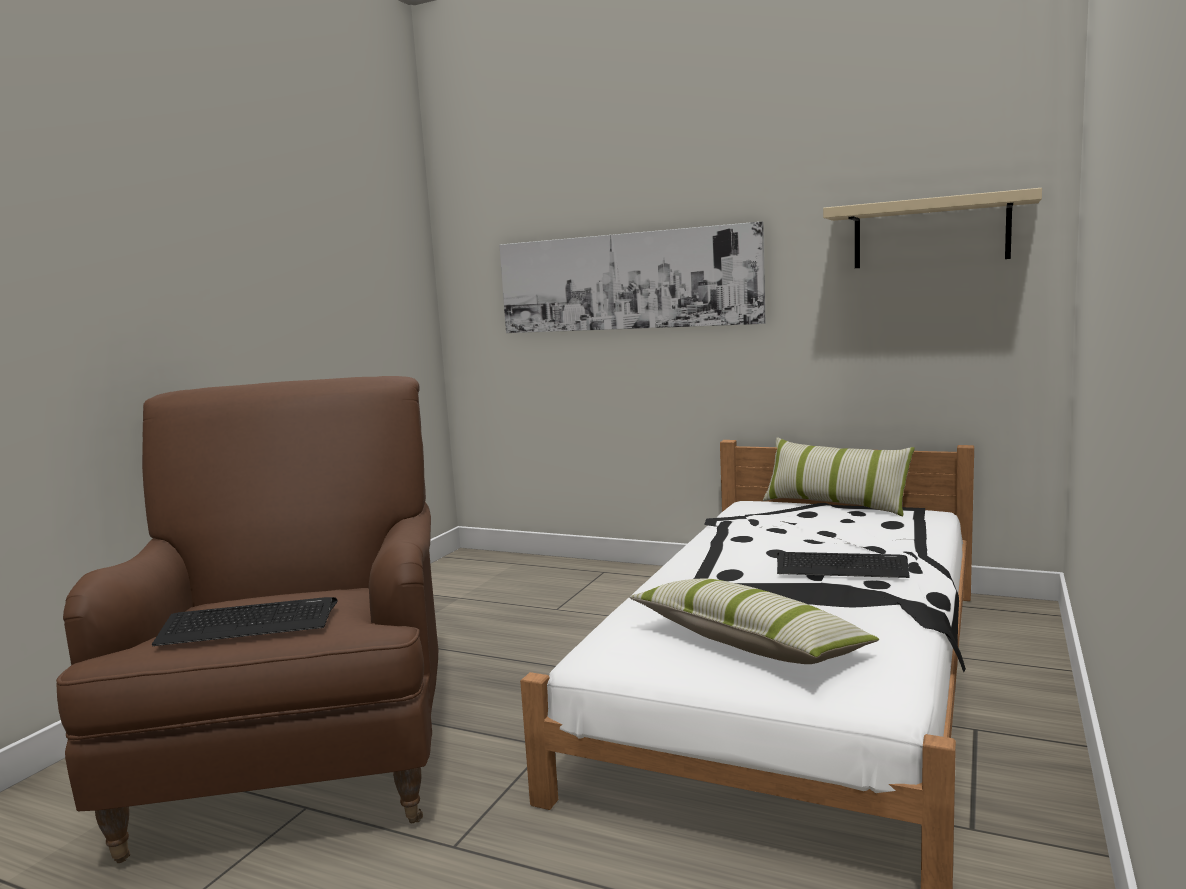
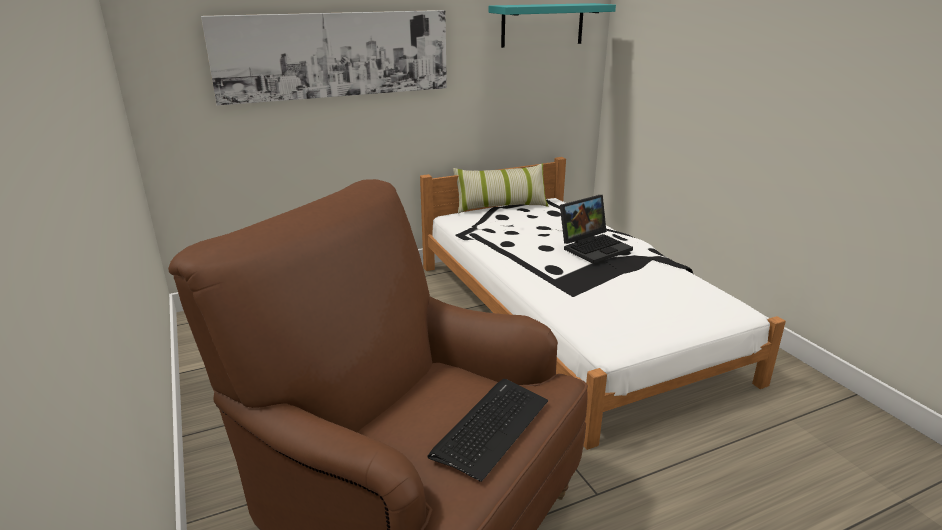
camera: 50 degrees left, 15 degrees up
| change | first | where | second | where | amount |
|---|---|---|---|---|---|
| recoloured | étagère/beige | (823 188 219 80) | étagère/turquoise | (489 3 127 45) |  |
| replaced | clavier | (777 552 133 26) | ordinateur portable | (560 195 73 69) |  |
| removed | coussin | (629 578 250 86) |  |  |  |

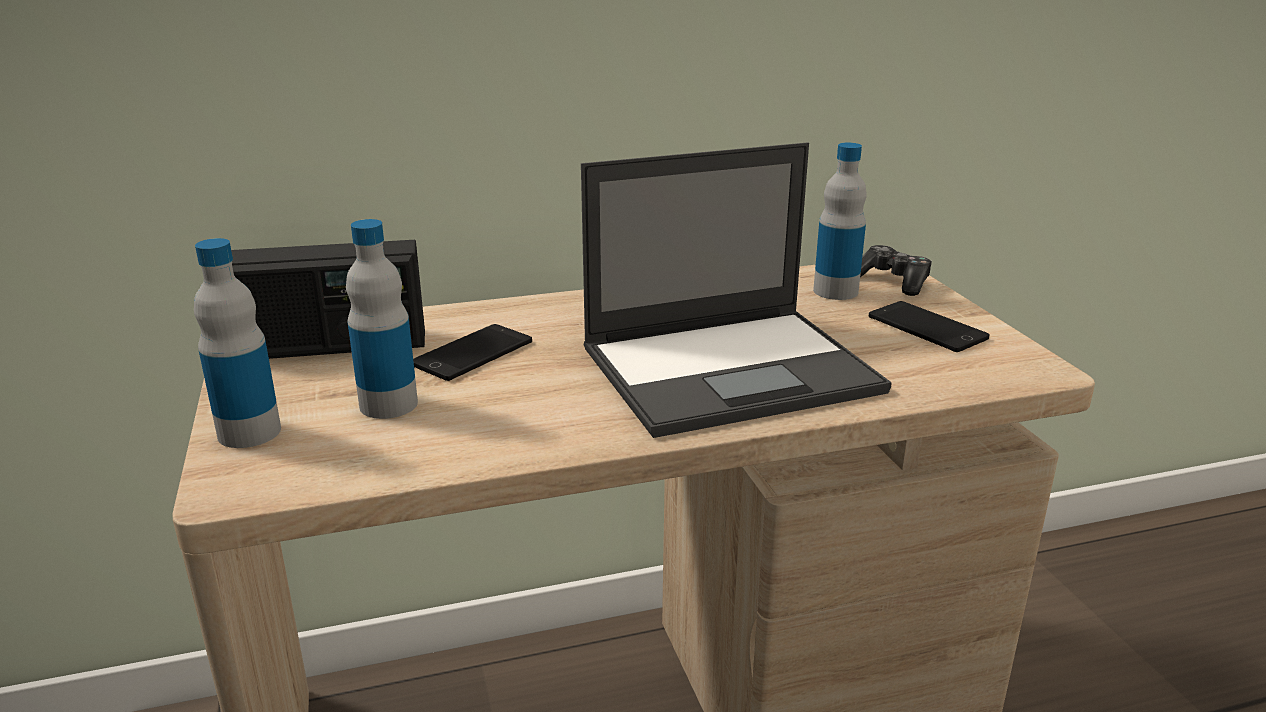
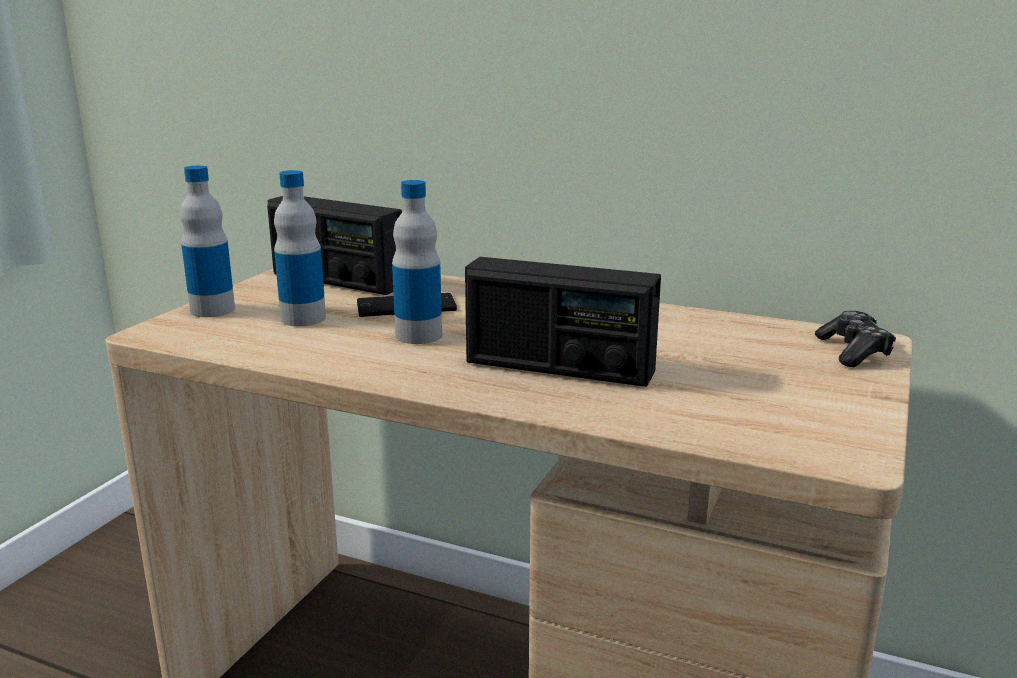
camera: 40 degrees right, 5 degrees down
| change | first | where | second | where | amount |
|---|---|---|---|---|---|
| replaced | ordinateur portable | (581 142 311 296) | radio | (465 257 196 130) |  |
| moved | bouteille | (813 143 54 157) |  | (392 180 50 164) |  |
| removed | téléphone | (868 301 122 51) |  |  |  |

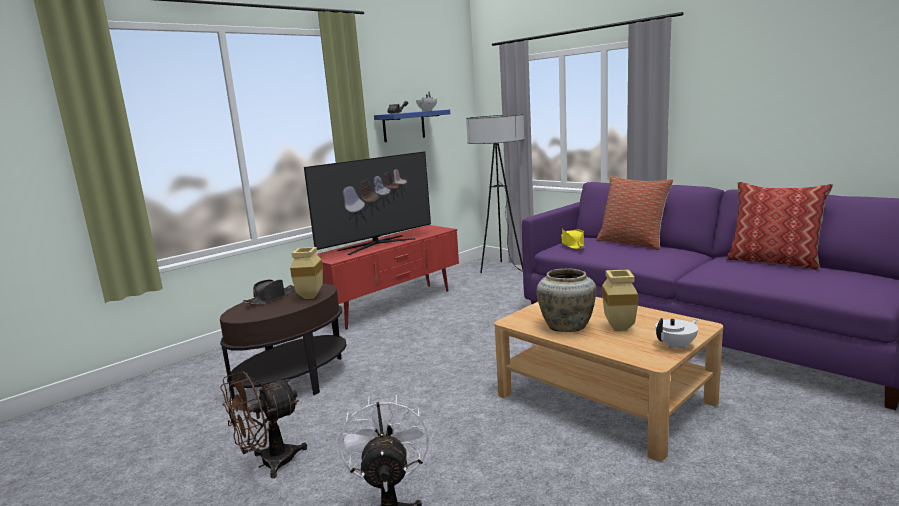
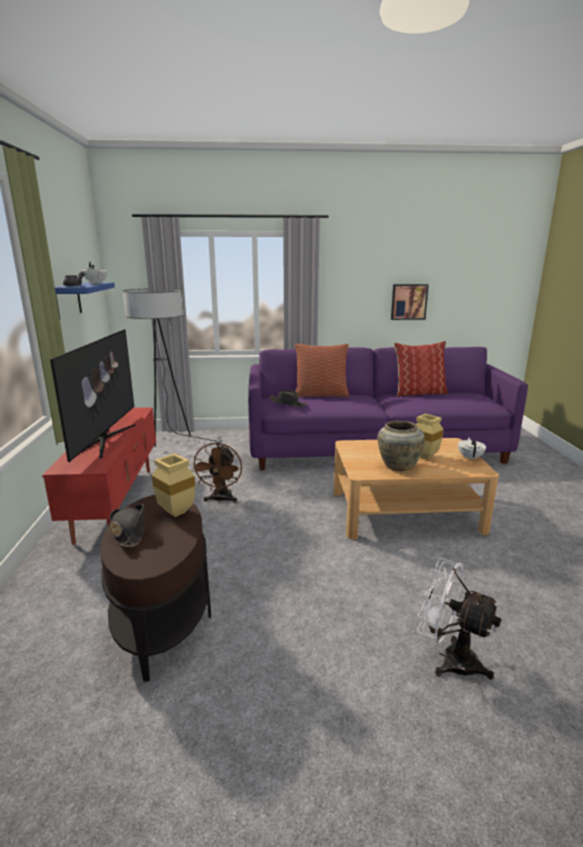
camera: 50 degrees left, 5 degrees up
| change | first | where | second | where | amount |
|---|---|---|---|---|---|
| recoloured | chapeau/jaune | (561 229 23 20) | chapeau/noir | (269 390 38 17) |  |
| moved | ventilateur/marron | (220 371 87 107) |  | (191 442 51 61) |  |
| added |  |  | tableau | (391 284 38 36) |  |

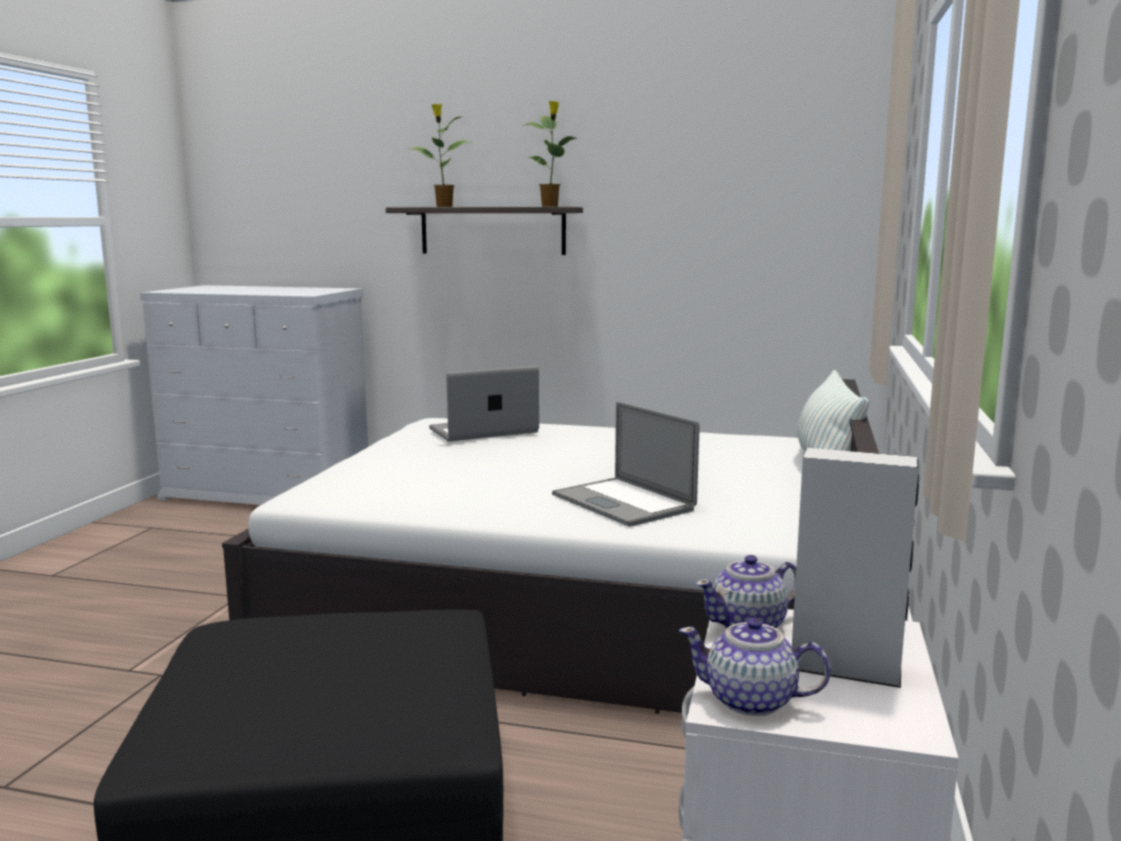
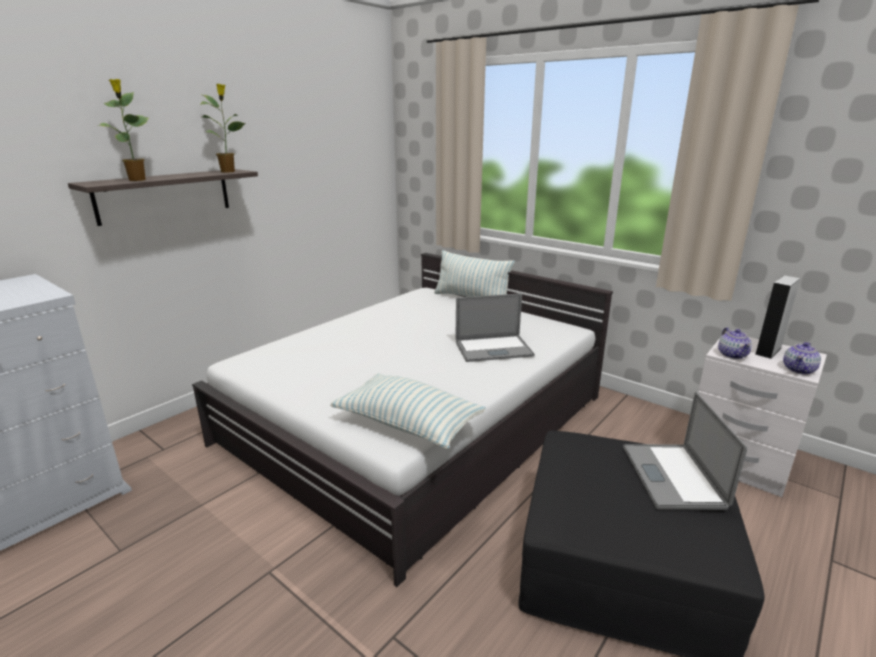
camera: 65 degrees left, 10 degrees up
| change | first | where | second | where | amount |
|---|---|---|---|---|---|
| moved | ordinateur portable | (429 366 110 76) |  | (623 392 124 118) |  |
| added |  |  | coussin | (330 373 156 76) |  |

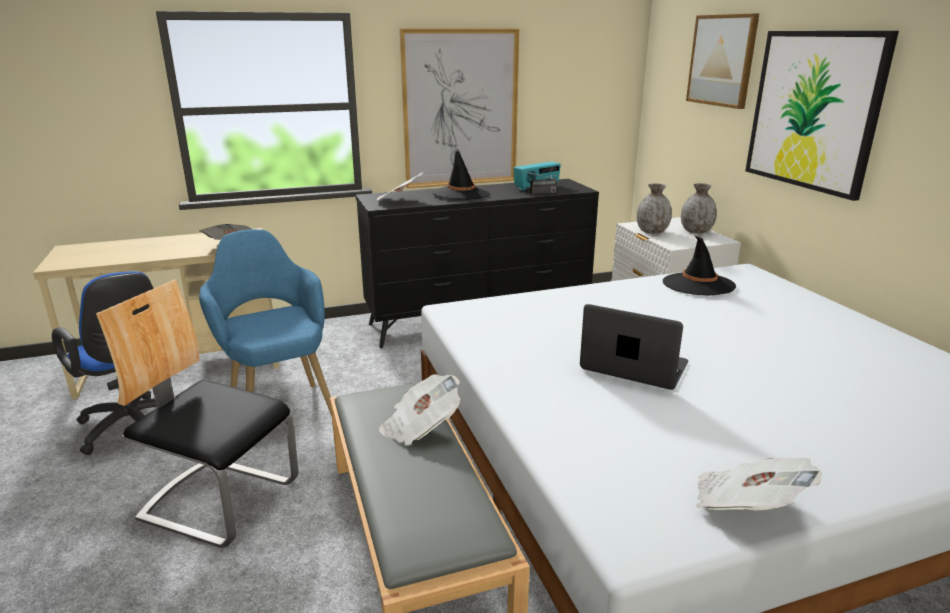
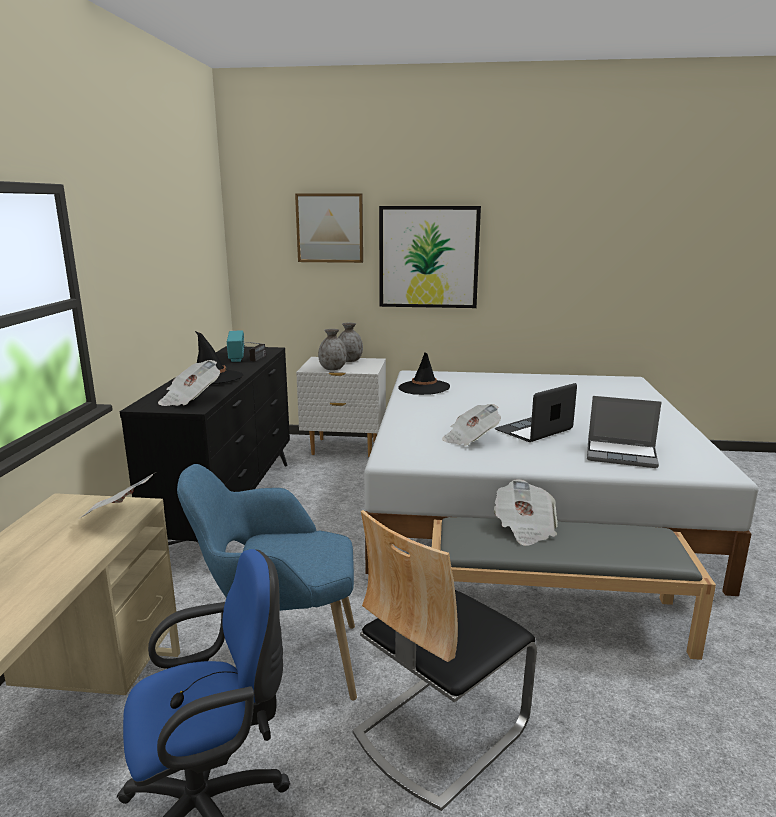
camera: 65 degrees left, 5 degrees down
| change | first | where | second | where | amount |
|---|---|---|---|---|---|
| removed | tableau | (400 28 119 160) |  |  |  |
| moved | journal | (696 458 126 53) |  | (442 404 59 42) |  |
| added |  |  | ordinateur portable | (587 396 74 72) |  |

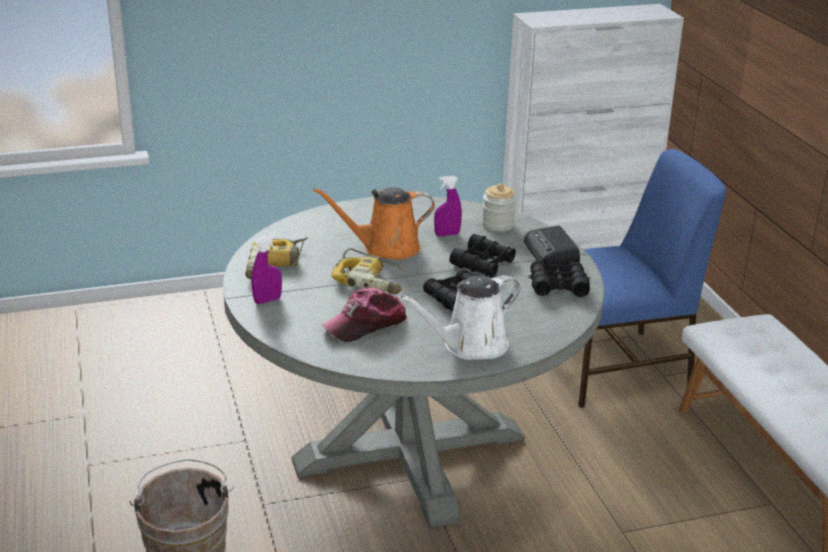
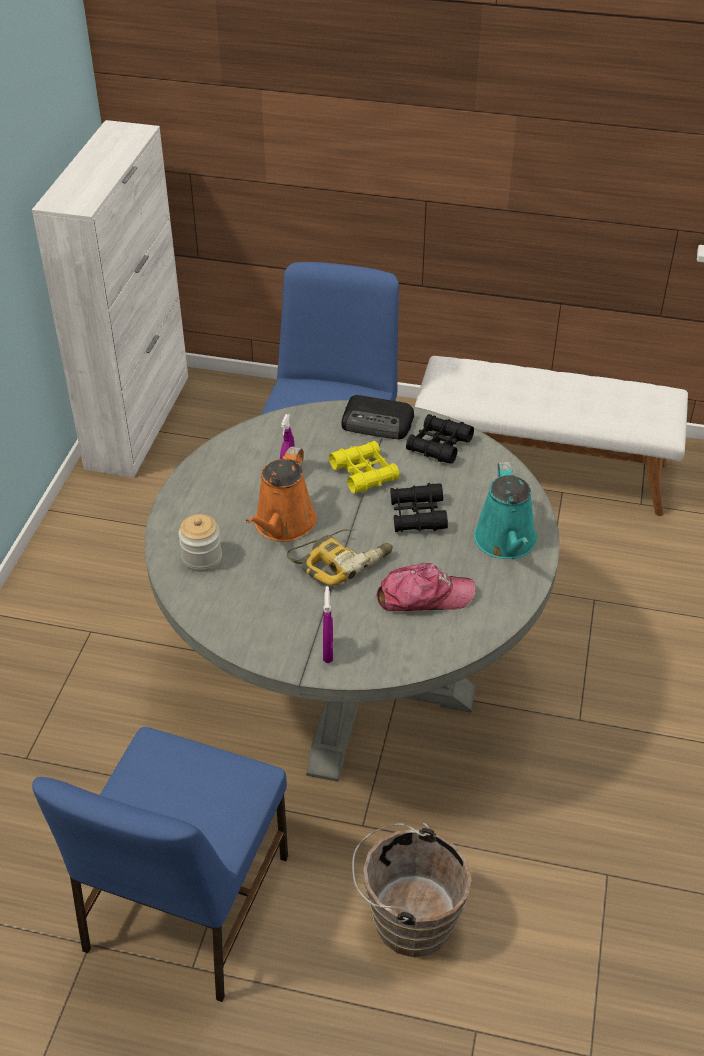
camera: 60 degrees left, 15 degrees up
| change | first | where | second | where | amount |
|---|---|---|---|---|---|
| moved | bocal | (482 183 35 48) |  | (178 514 44 58) |  |
| recoloured | jumelles/noir | (449 234 67 44) | jumelles/jaune | (329 441 71 52) |  |
| removed | perceuse | (245 237 62 42) |  |  |  |
| recoloured | arrosoir/blanc | (400 275 120 85) | arrosoir/turquoise | (474 462 63 97) |  |
| turned | casquette | (321 288 86 54) |  | (376 563 100 48) | 90 degrees counterclockwise |
| added |  |  | chaise/bleu | (32 727 256 275) |  |

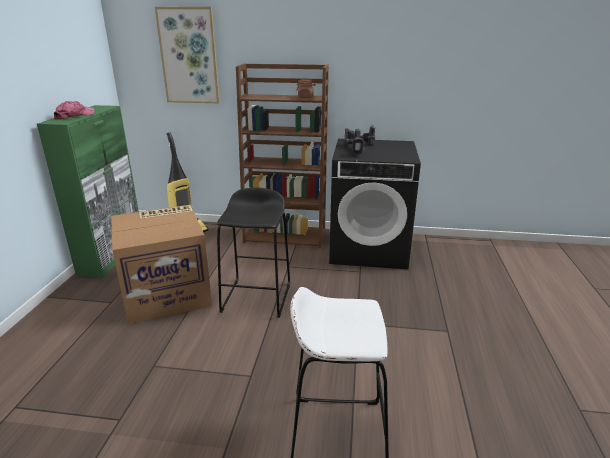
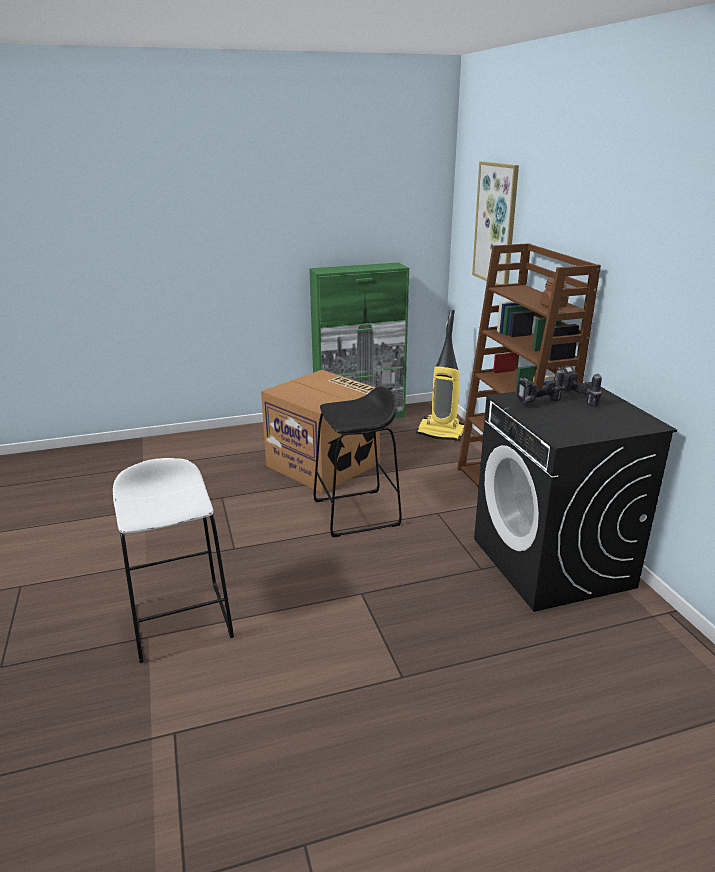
camera: 65 degrees right, 0 degrees up
| change | first | where | second | where | amount |
|---|---|---|---|---|---|
| removed | casquette | (54 101 41 18) |  |  |  |

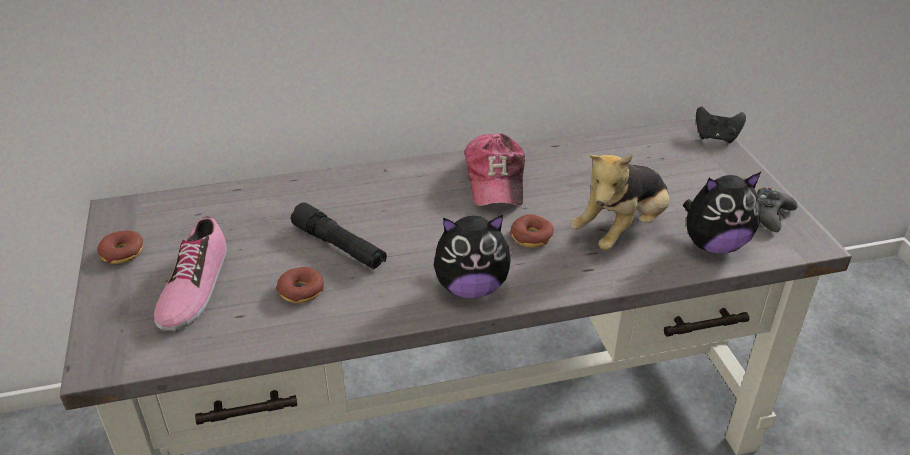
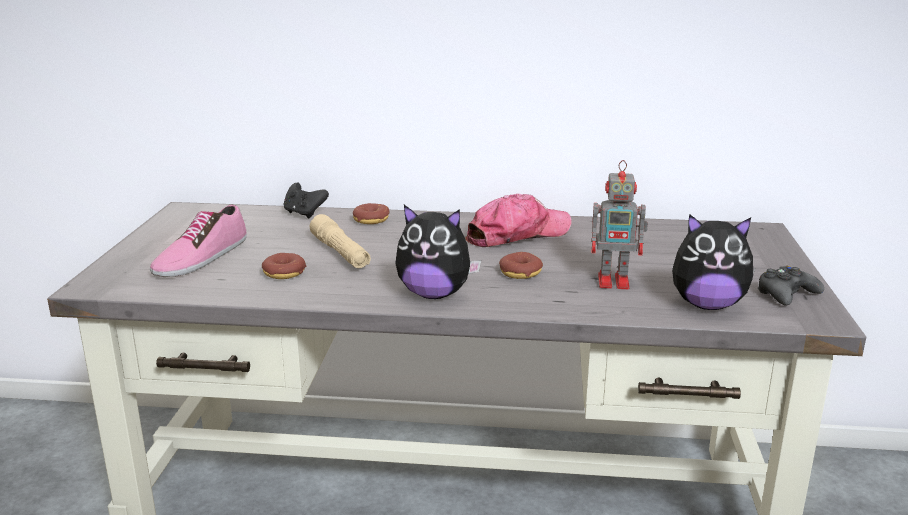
camera: 20 degrees right, 15 degrees down
| change | first | where | second | where | amount |
|---|---|---|---|---|---|
| moved | manette/noir | (696 106 50 37) |  | (283 183 46 35) |  |
| turned | casquette | (465 133 60 73) |  | (465 194 107 53) | 135 degrees counterclockwise |
| replaced | peluche | (570 155 99 96) | robot jouet | (591 160 57 129) |  |
| recoloured | lampe de poche/noir | (291 203 96 67) | lampe de poche/beige | (310 214 61 54) |  |
| moved | beignet | (97 231 46 33) |  | (353 203 37 21) |  |

